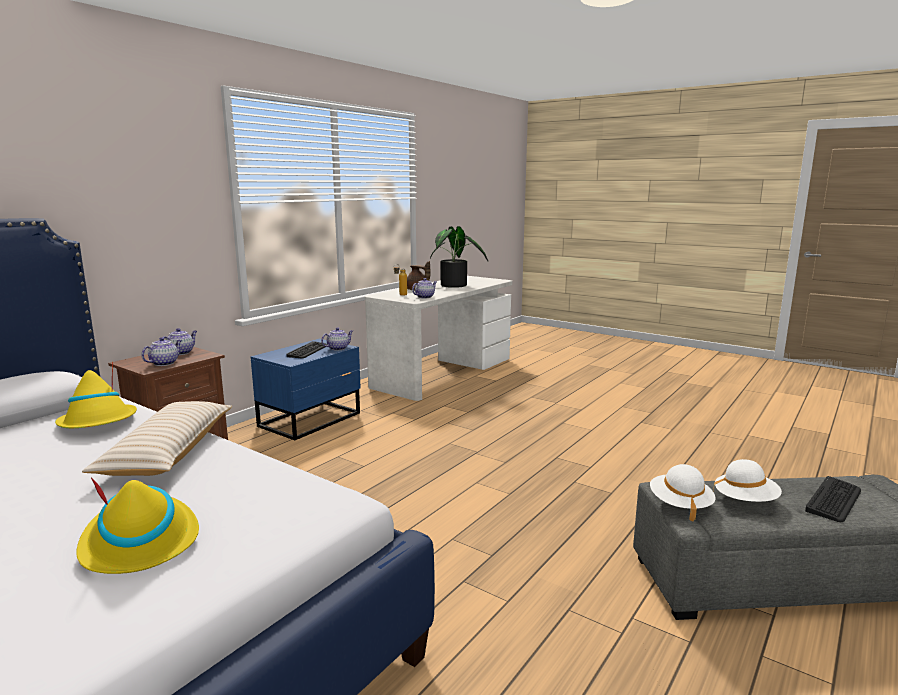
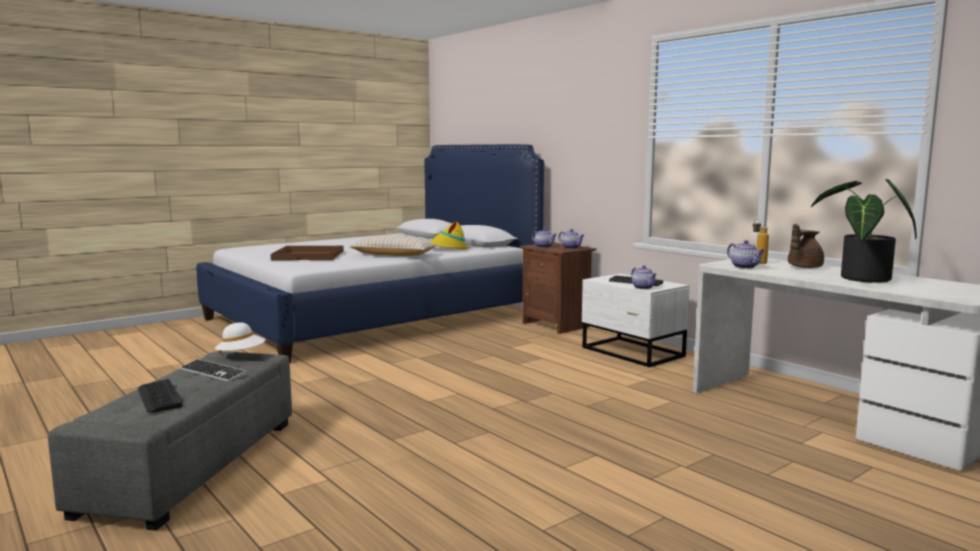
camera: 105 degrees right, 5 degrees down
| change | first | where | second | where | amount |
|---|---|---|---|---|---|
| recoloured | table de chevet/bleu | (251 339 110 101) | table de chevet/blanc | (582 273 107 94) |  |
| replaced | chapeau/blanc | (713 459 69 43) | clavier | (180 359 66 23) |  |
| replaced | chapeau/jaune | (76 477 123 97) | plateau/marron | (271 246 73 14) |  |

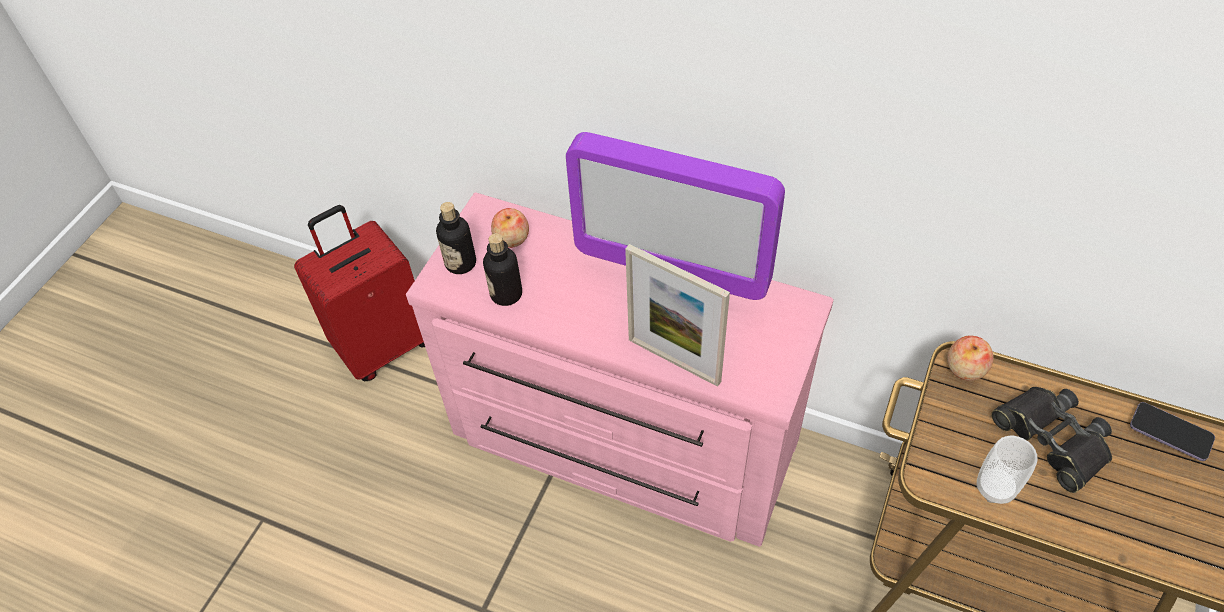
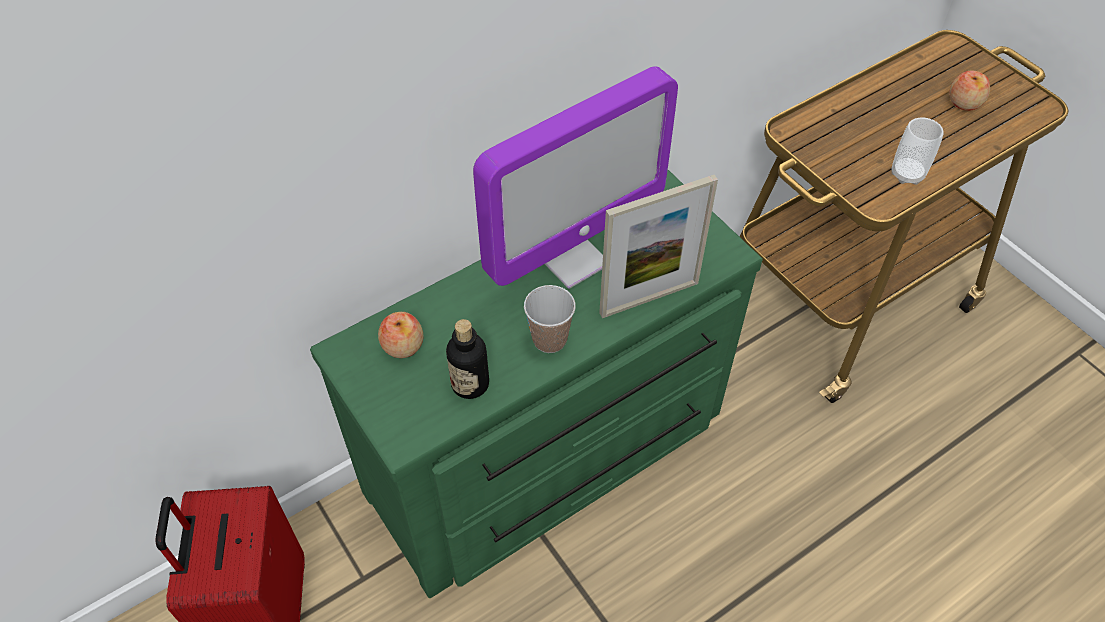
camera: 60 degrees left, 0 degrees up
| change | first | where | second | where | amount |
|---|---|---|---|---|---|
| recoloured | commode/rose | (406 192 428 355) | commode/vert | (310 170 453 428) |  |
| removed | bouteille | (436 202 40 72) |  |  |  |
| moved | pomme | (947 335 46 46) |  | (950 70 40 41) |  |
| removed | jumelles/noir | (991 387 121 106) |  |  |  |
| removed | téléphone | (1130 402 85 59) |  |  |  |
| added |  |  | tasse | (524 285 52 68) |  |

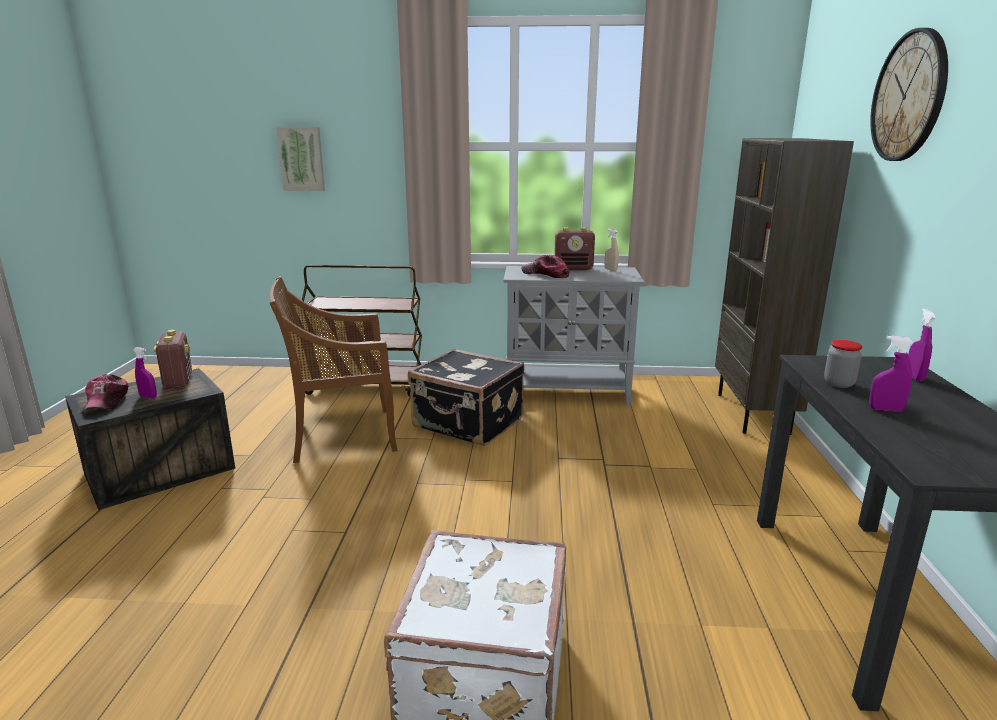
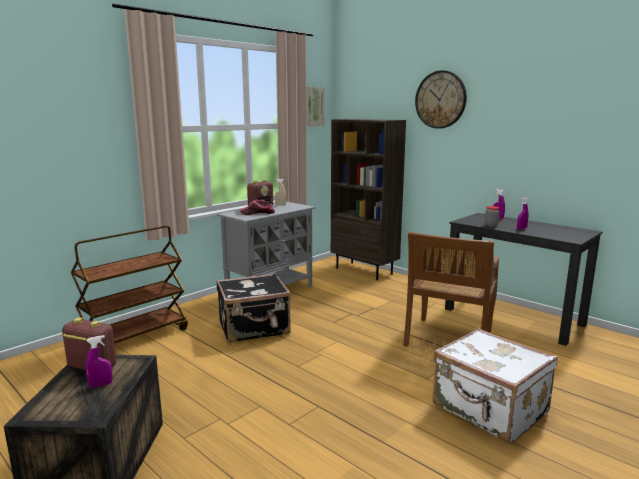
camera: 50 degrees left, 5 degrees down
| change | first | where | second | where | amount |
|---|---|---|---|---|---|
| moved | tableau | (276 127 49 64) |  | (306 87 19 39) |  |
| moved | chaise/marron | (270 276 128 187) |  | (403 232 96 115) |  |
| removed | casquette | (83 374 45 37) |  |  |  |

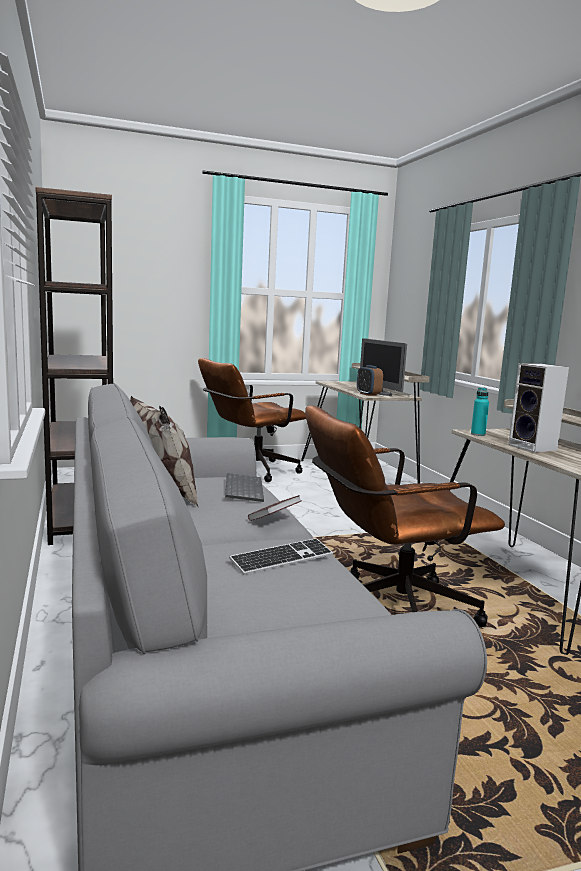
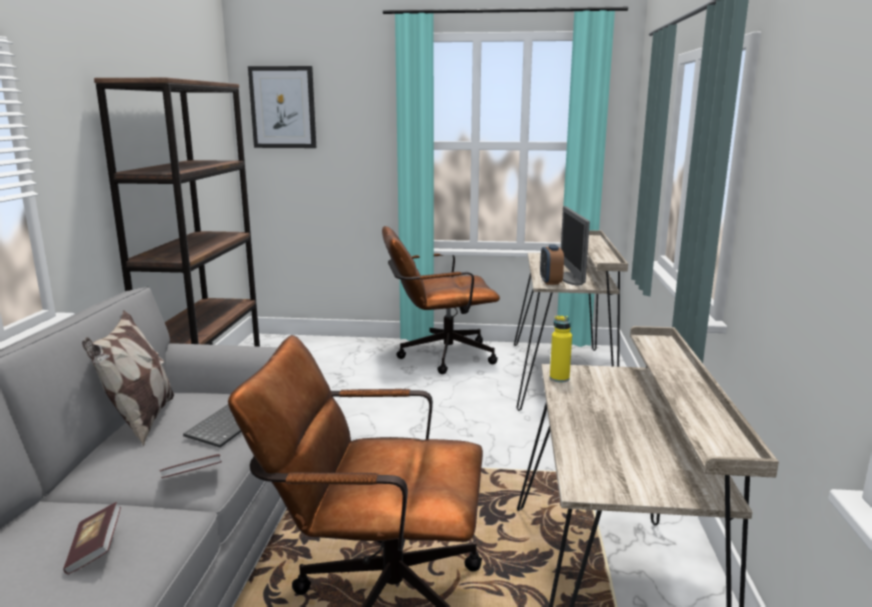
camera: 25 degrees right, 5 degrees up
| change | first | where | second | where | amount |
|---|---|---|---|---|---|
| removed | enceinte | (508 363 61 90) |  |  |  |
| recoloured | bouteille/turquoise | (471 388 18 48) | bouteille/jaune | (550 316 22 66) |  |
| replaced | clavier | (229 538 104 37) | livre | (63 502 58 73) |  |
| added |  |  | tableau | (248 66 68 82) |  |

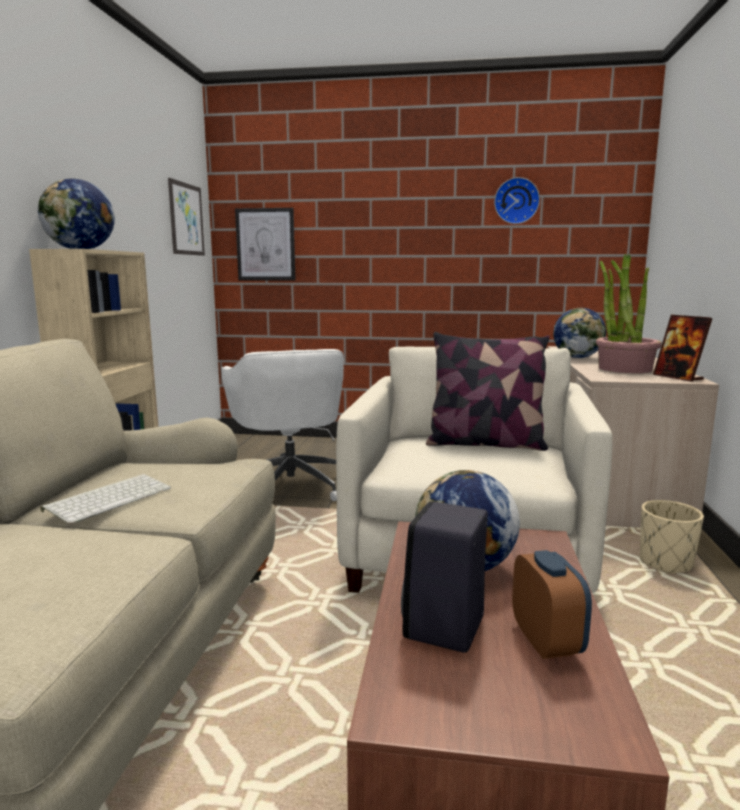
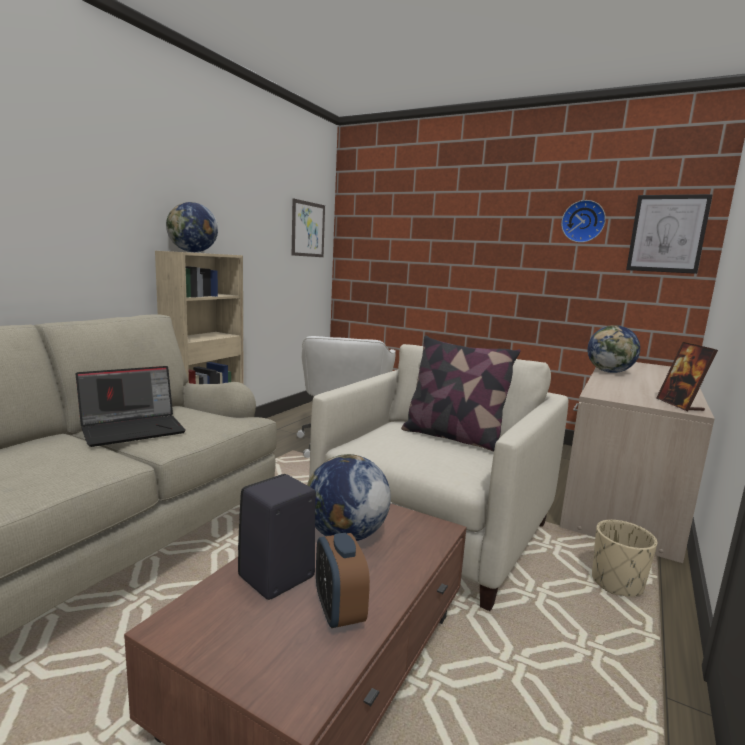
camera: 20 degrees right, 0 degrees up
| change | first | where | second | where | amount |
|---|---|---|---|---|---|
| moved | tableau | (235 208 60 73) |  | (626 194 87 80) |  |
| removed | plante en pot | (596 254 66 119) |  |  |  |
| replaced | clavier | (40 474 132 50) | ordinateur portable | (76 366 110 81) |  |
| turned | réveil | (512 550 80 109) |  | (316 533 54 95) | 150 degrees clockwise |

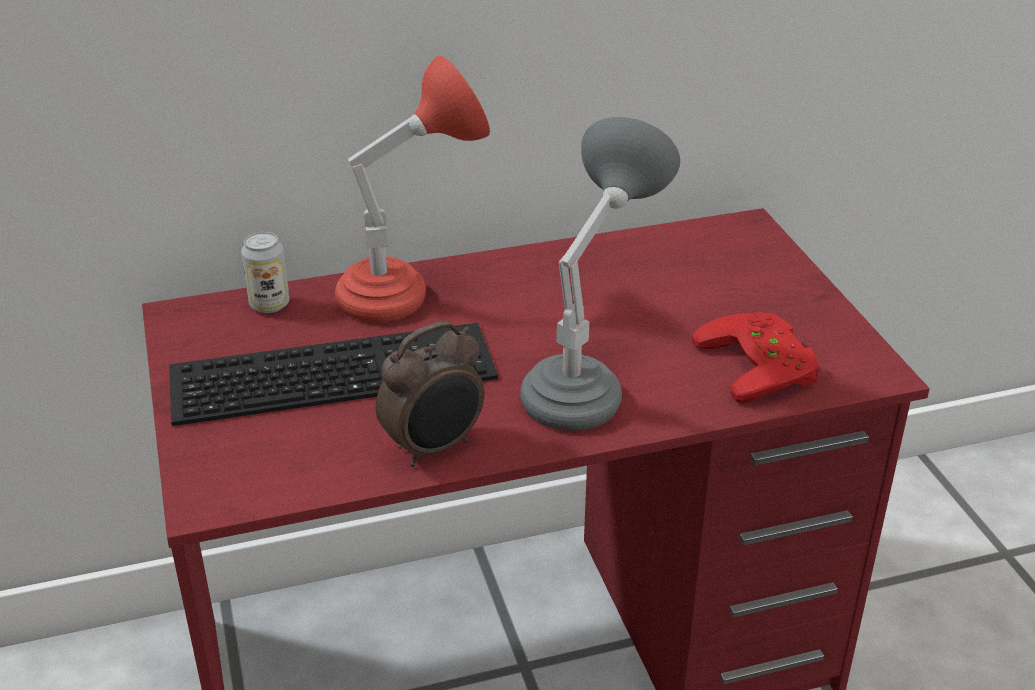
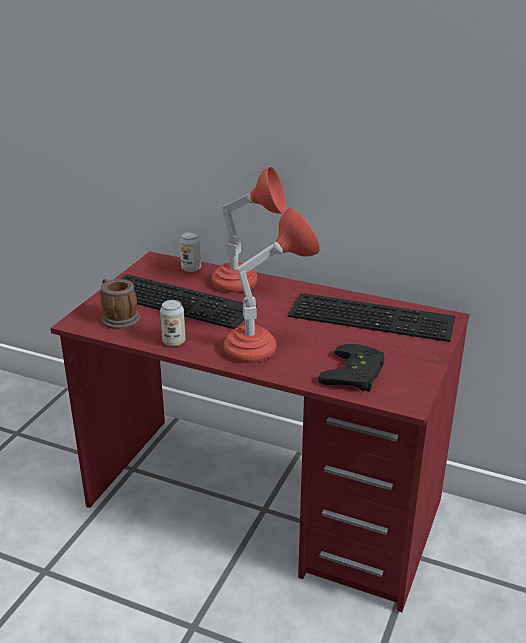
camera: 40 degrees right, 5 degrees down
| change | first | where | second | where | amount |
|---|---|---|---|---|---|
| recoloured | lampe de table/gris | (520 117 160 314) | lampe de table/rouge | (223 208 96 155) |  |
| recoloured | manette/rouge | (692 312 127 91) | manette/noir | (318 344 66 48) |  |
| replaced | réveil | (376 321 109 146) | boîte métallique | (160 300 26 46) |  |
| added |  |  | mug | (101 279 39 50) |  |
| added |  |  | clavier | (288 293 167 49) |  |

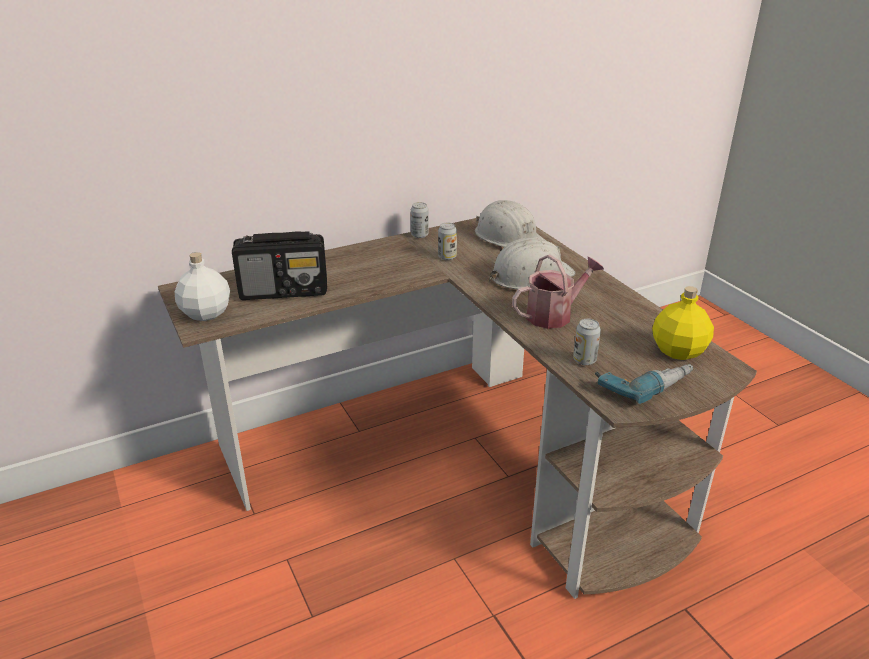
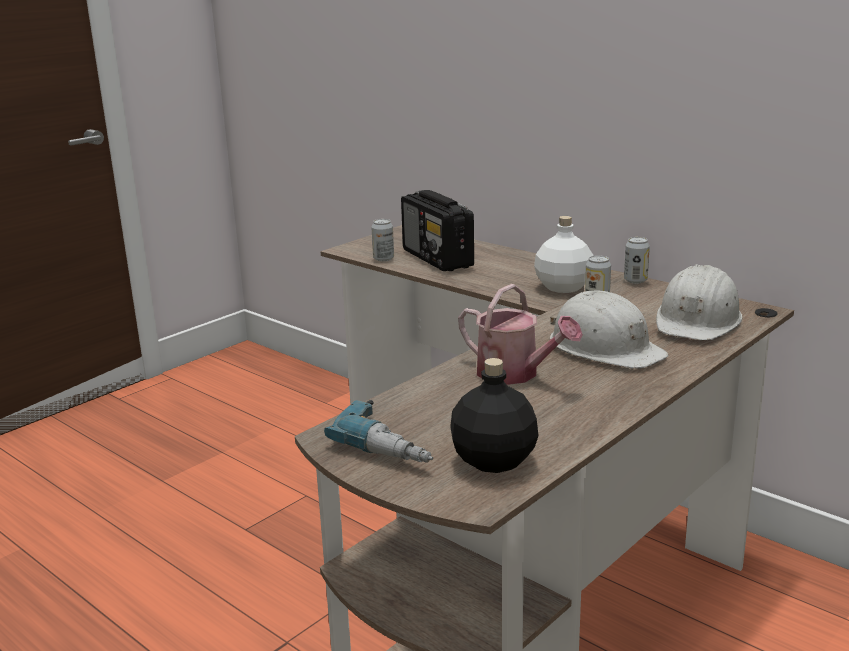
camera: 70 degrees right, 10 degrees down
| change | first | where | second | where | amount |
|---|---|---|---|---|---|
| moved | bouteille/blanc | (175 252 55 69) |  | (534 216 60 77) |  |
| recoloured | bouteille/jaune | (652 286 62 74) | bouteille/noir | (450 358 89 115) |  |
| moved | boîte métallique | (573 319 28 46) |  | (371 219 23 42) |  |

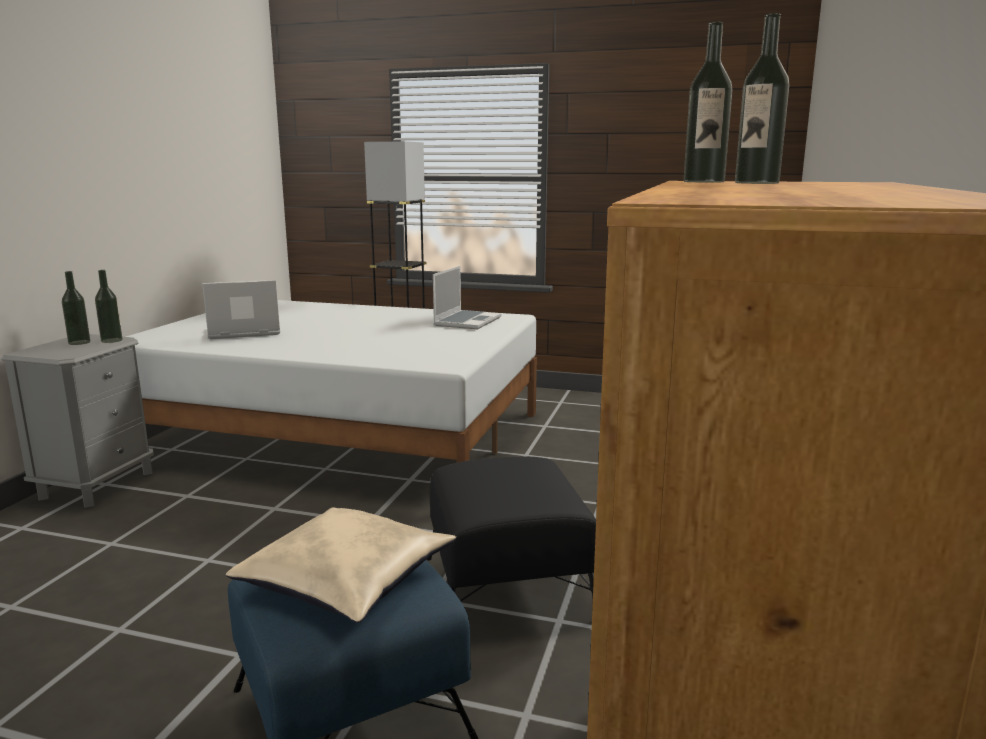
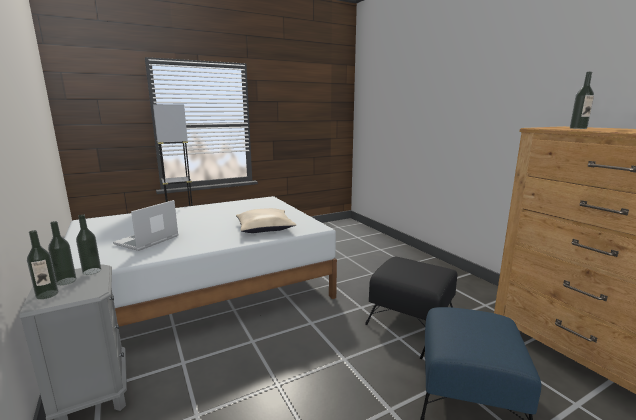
camera: 45 degrees left, 0 degrees up
| change | first | where | second | where | amount |
|---|---|---|---|---|---|
| moved | bouteille | (684 22 49 161) |  | (27 230 31 69) |  |
| removed | ordinateur portable | (433 266 69 63) |  |  |  |
| moved | coussin/beige | (226 507 230 116) |  | (236 208 60 25) |  |

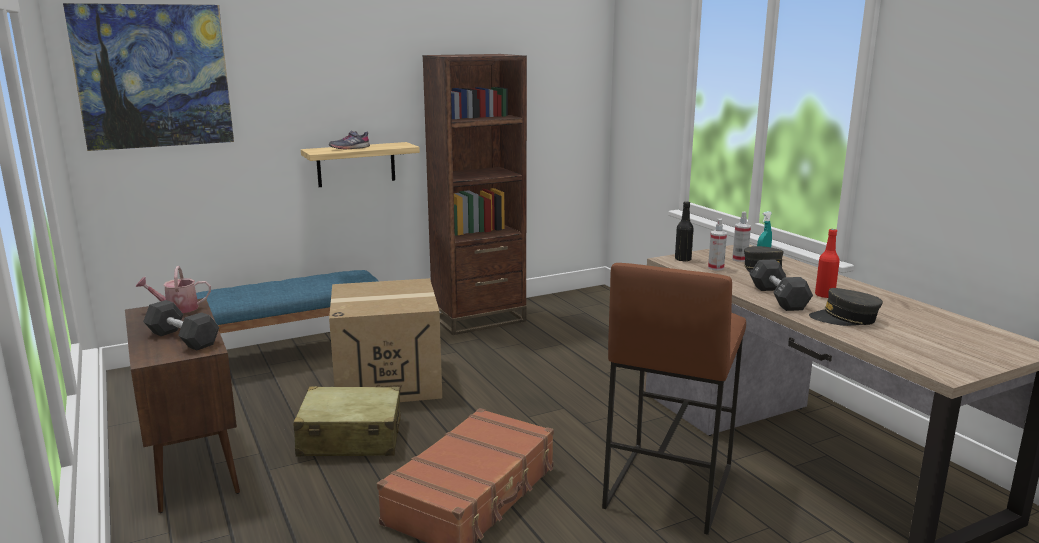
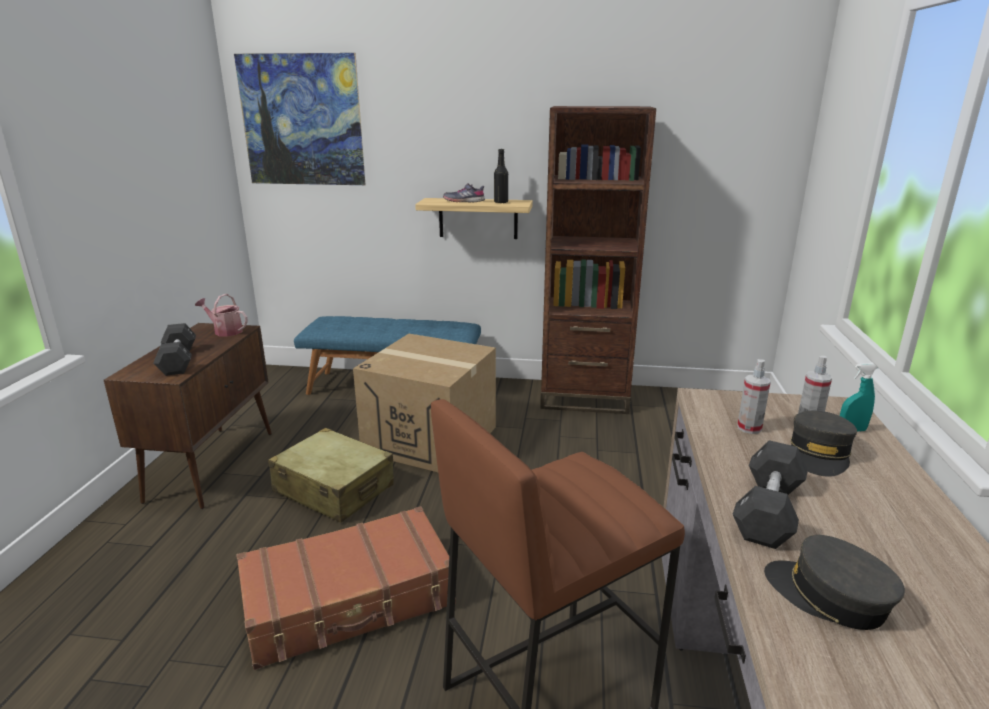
camera: 35 degrees right, 5 degrees up
| change | first | where | second | where | amount |
|---|---|---|---|---|---|
| moved | bouteille/noir | (675 201 19 61) |  | (494 149 14 55) |  |
| removed | bouteille/rouge | (815 229 25 69) |  |  |  |

